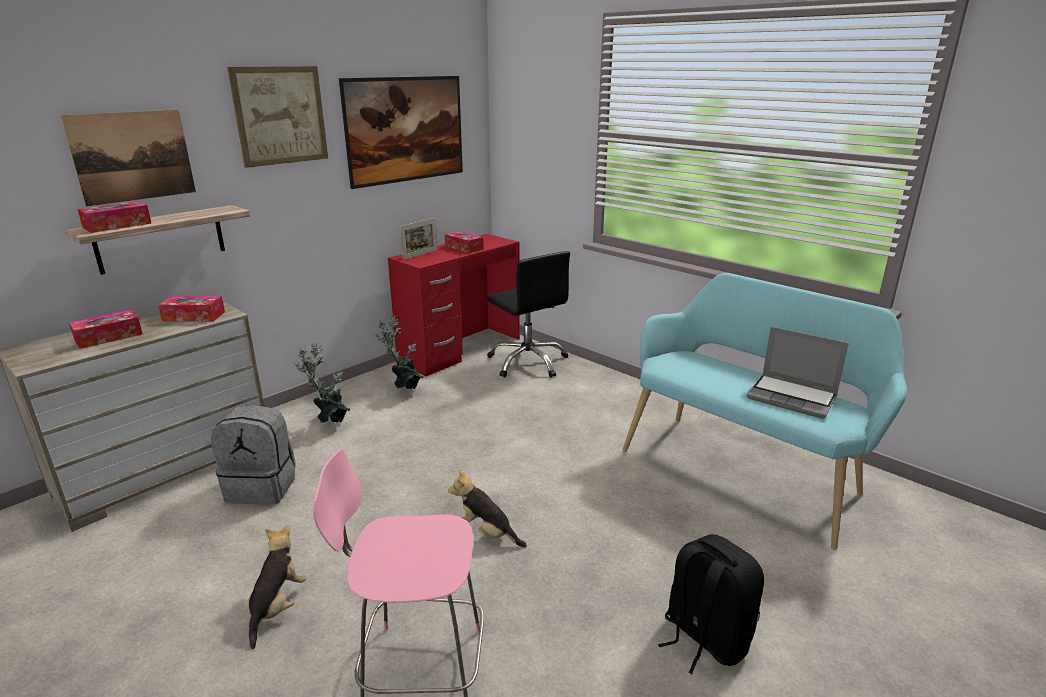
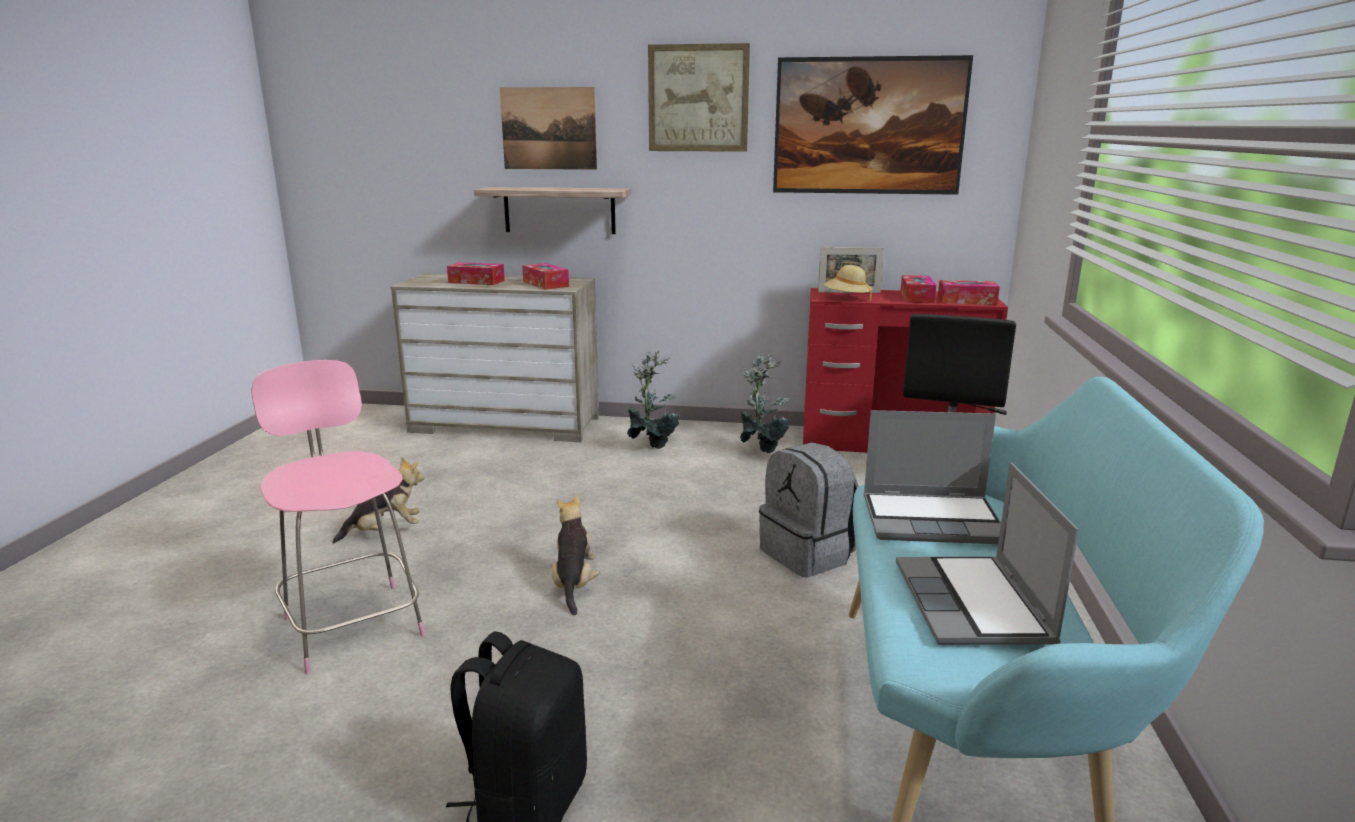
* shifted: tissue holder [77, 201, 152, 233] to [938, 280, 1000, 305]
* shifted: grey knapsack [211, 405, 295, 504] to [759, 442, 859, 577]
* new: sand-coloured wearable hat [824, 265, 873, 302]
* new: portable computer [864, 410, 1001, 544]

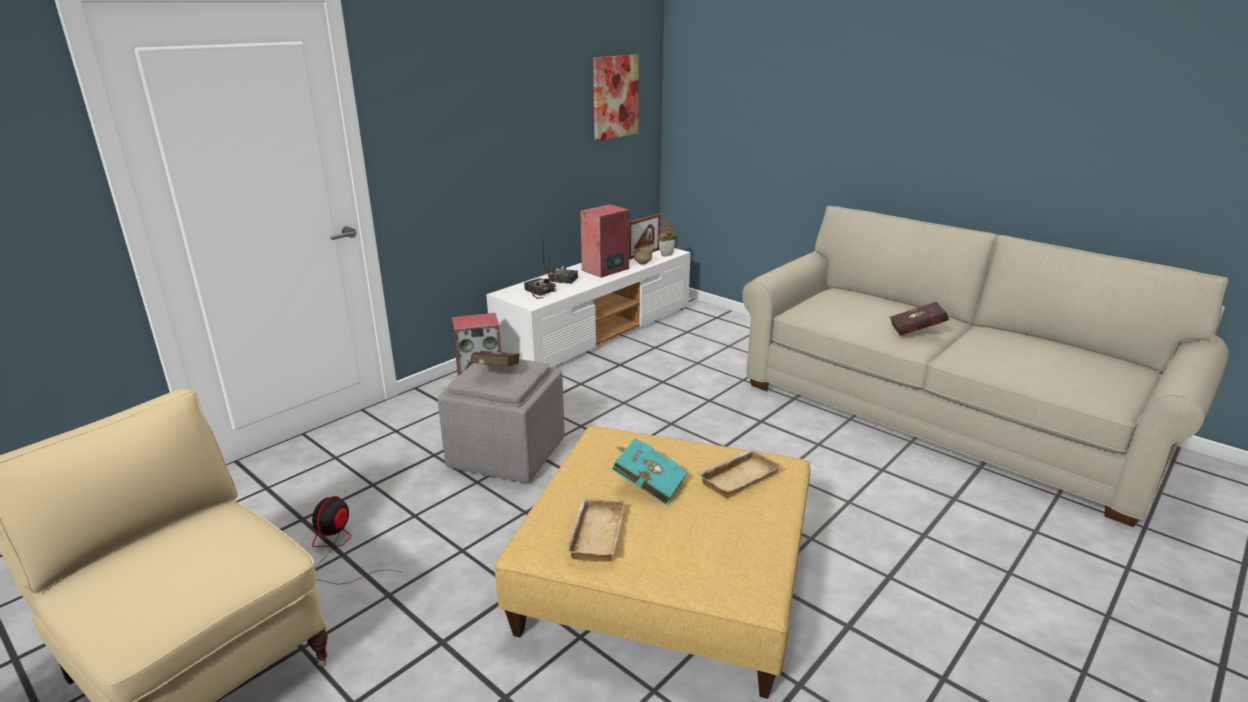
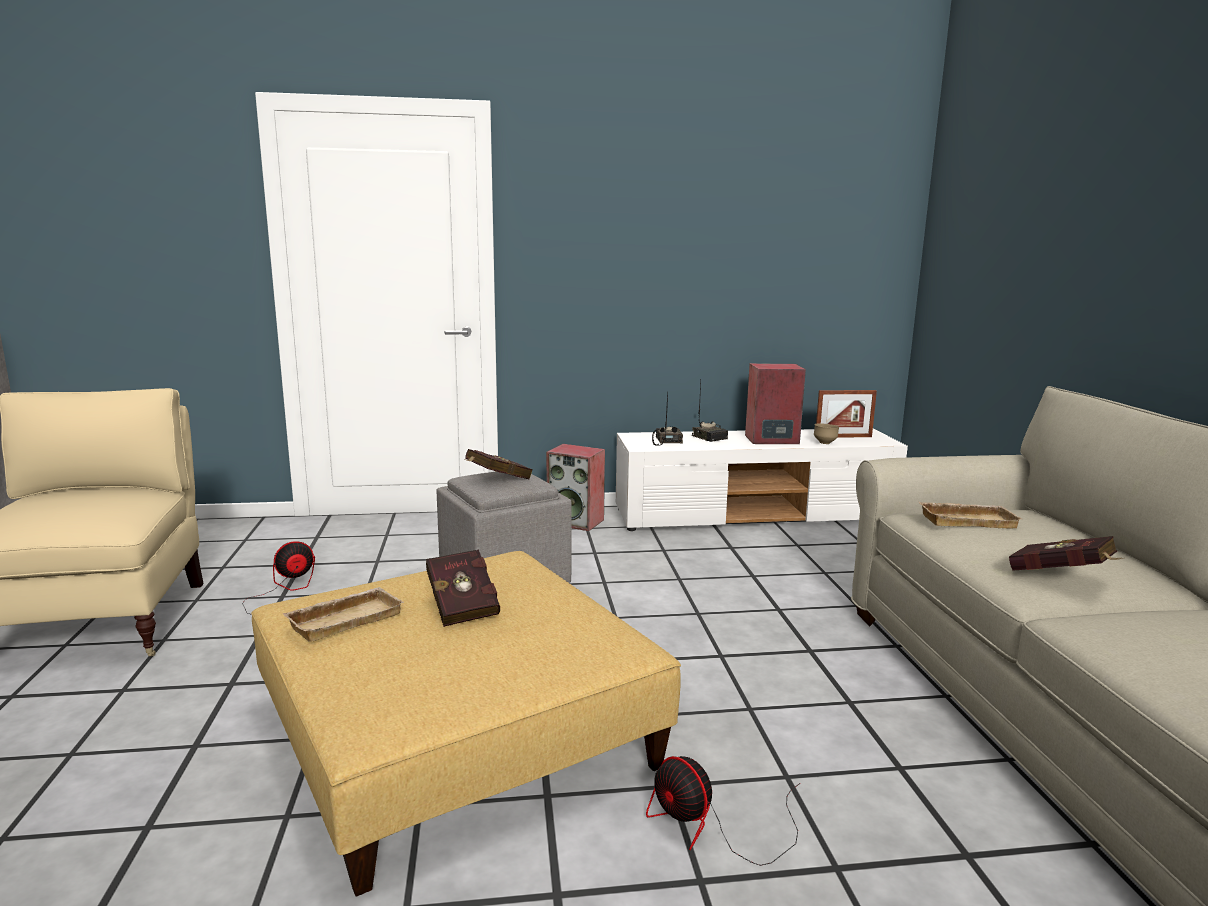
* gone: wall art [593, 54, 639, 141]
* gone: houseplant [658, 219, 677, 256]
* repainted: turquoise volume [612, 438, 688, 505] to reddish volume [426, 549, 500, 627]
* shifted: sand-coloured carrying tray [698, 449, 781, 499] to [919, 502, 1022, 528]
* new: fan [646, 756, 800, 866]

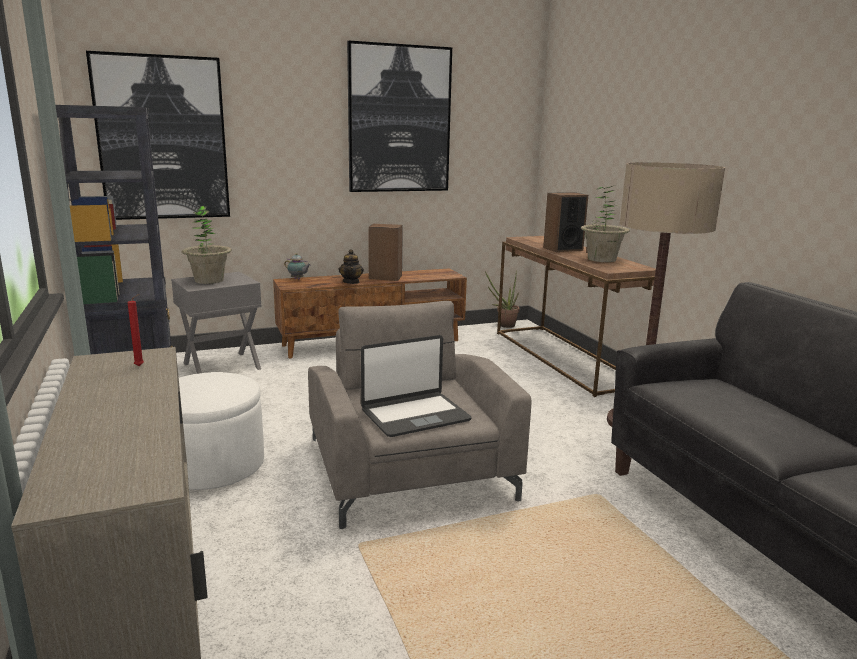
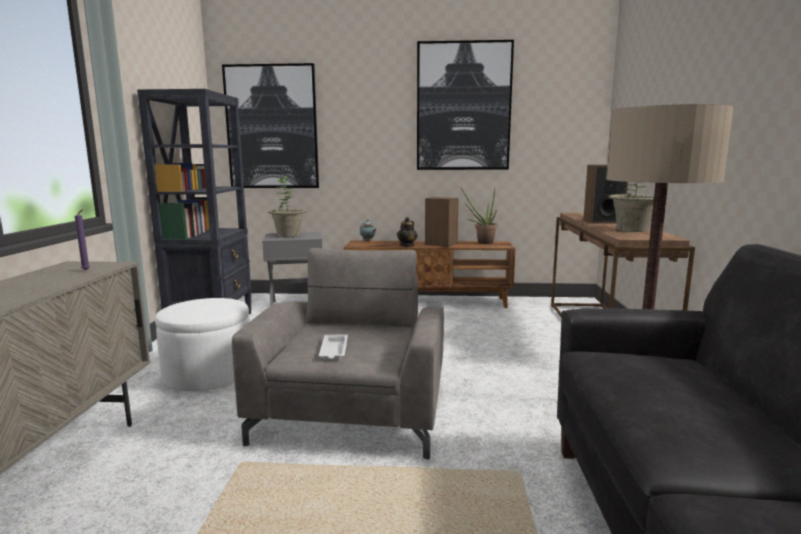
* shifted: houseplant [485, 270, 519, 328] to [460, 186, 497, 244]
* repainted: reddish wax light [128, 294, 144, 366] to purple-coloured wax light [75, 209, 90, 270]
* swapped: portable computer [361, 335, 472, 437] to white-coloured carrying tray [319, 334, 348, 360]

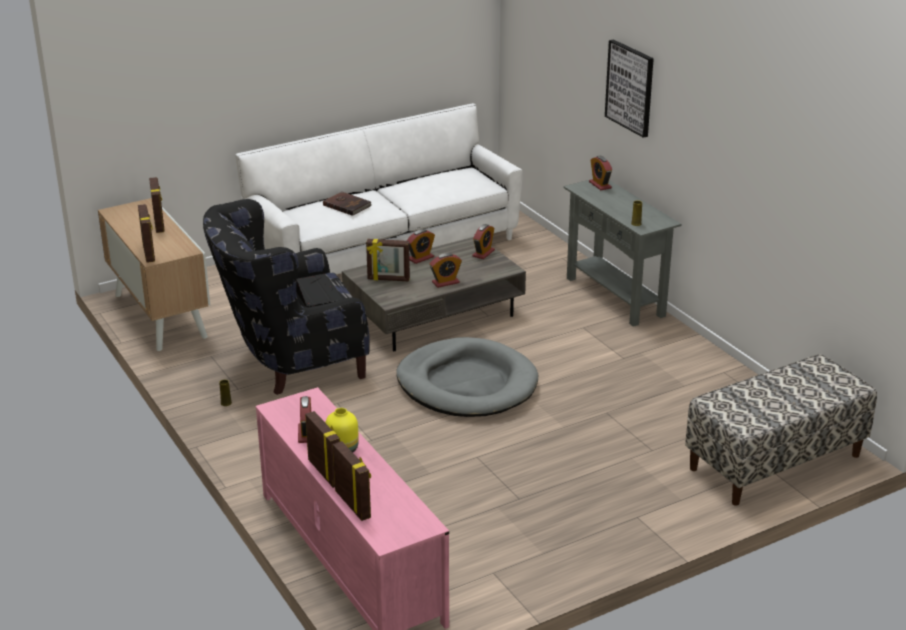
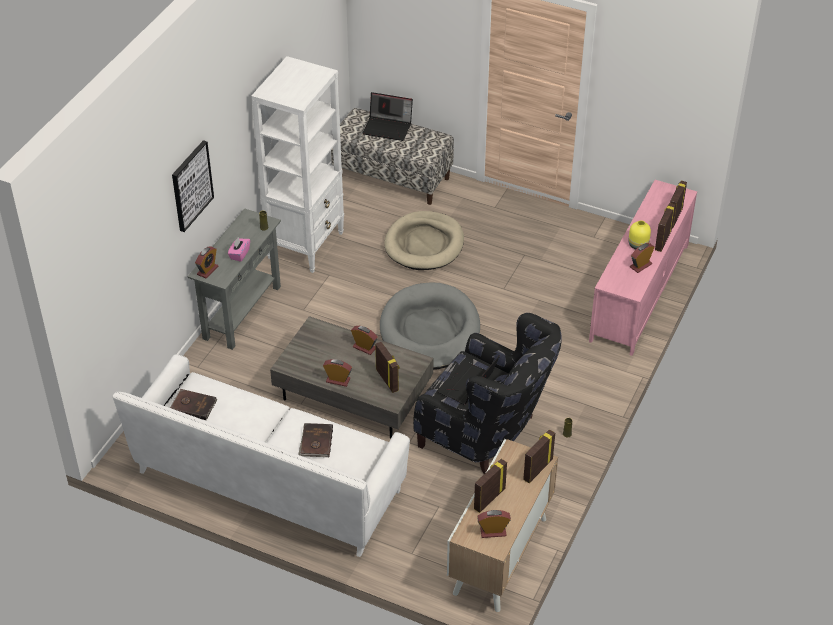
* shifted: alarm clock [472, 224, 495, 259] to [477, 510, 511, 538]
* new: white-coloured bookcase [251, 56, 344, 273]
* new: portable computer [363, 92, 413, 141]
* new: sand-coloured dog bed [384, 211, 464, 270]
* new: pinkish tissue holder [228, 237, 250, 262]
* new: brown-coloured volume [170, 389, 218, 420]

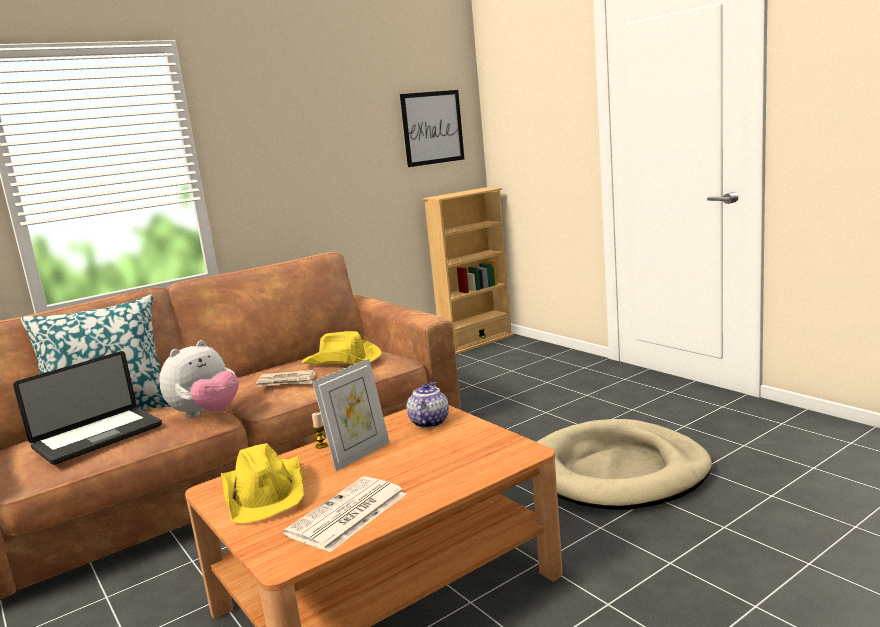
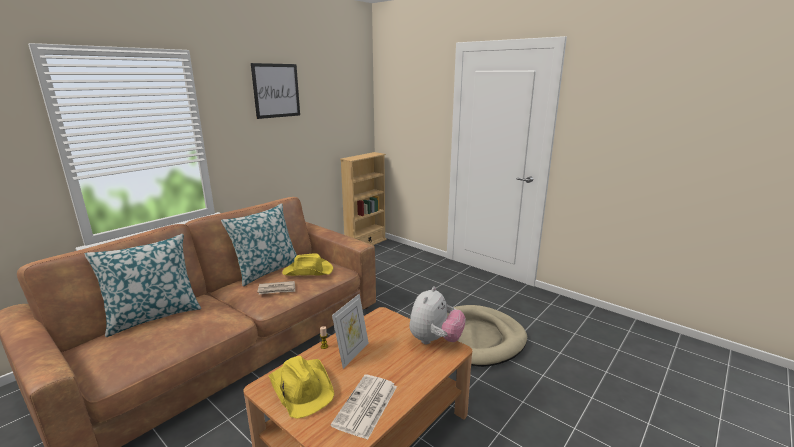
* shifted: wall art [400, 90, 464, 167] to [251, 63, 300, 119]
* shifted: plush toy [159, 340, 239, 418] to [409, 286, 466, 344]
* gone: portable computer [13, 351, 162, 465]
* gone: teapot [407, 382, 449, 428]
* new: pillow [221, 203, 297, 286]

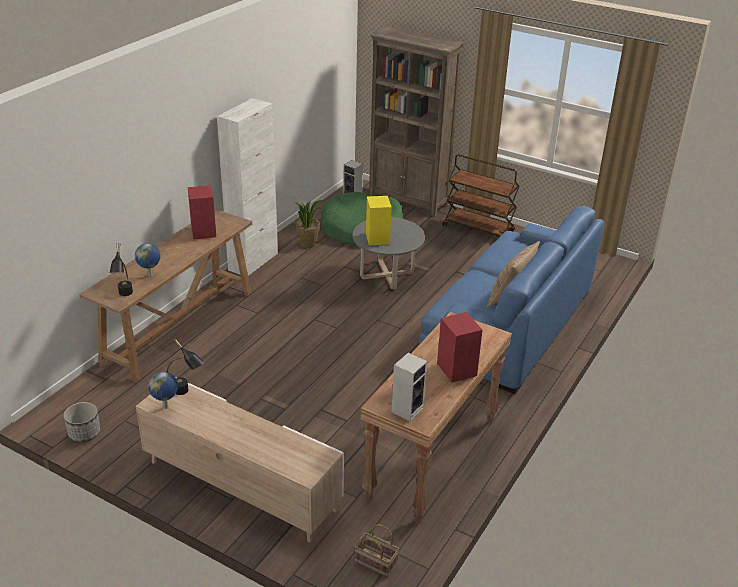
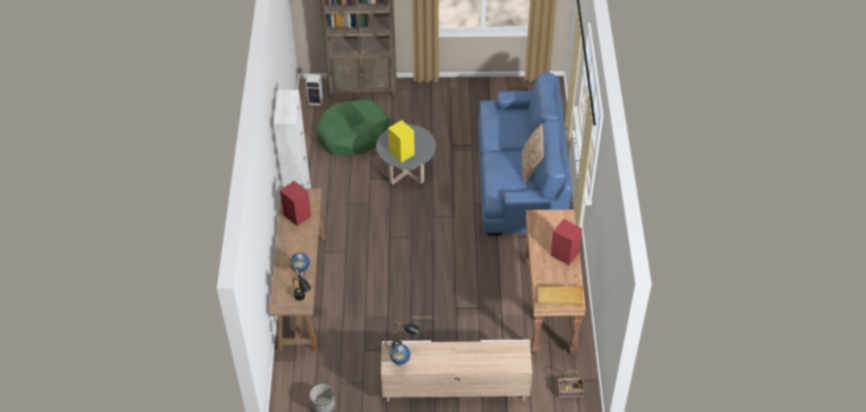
* gone: brown-coloured wheeled cart [442, 154, 520, 239]
* gone: houseplant [294, 200, 322, 248]
* swapped: loudspeaker [392, 352, 428, 422] to sand-coloured carrying tray [538, 285, 583, 306]

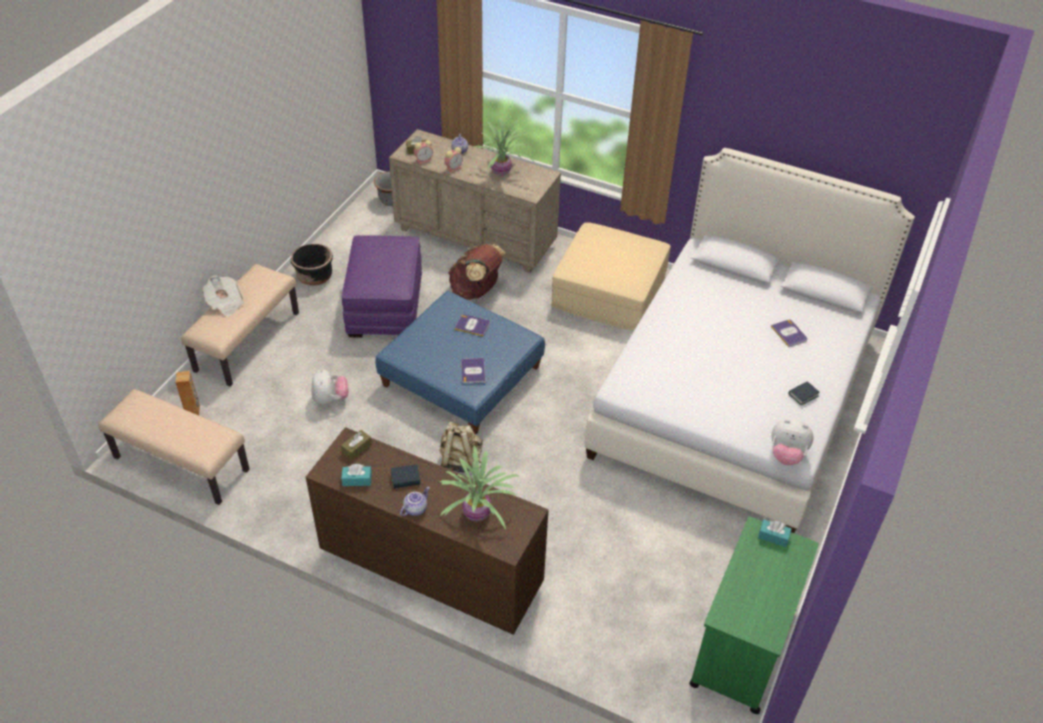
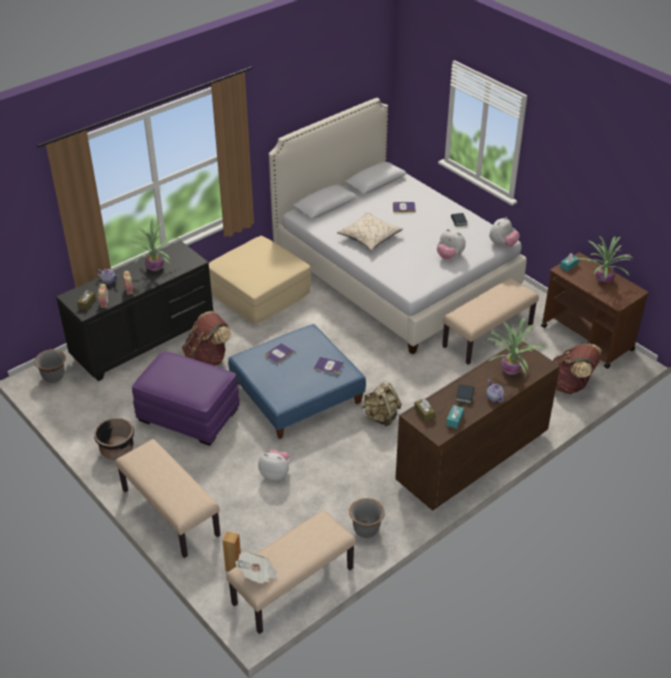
* repainted: sand-coloured chest of drawers [389, 129, 561, 273] to black-coloured chest of drawers [56, 240, 213, 381]
* shifted: newspaper [203, 275, 244, 317] to [235, 551, 279, 584]
* repainted: green wheeled cart [689, 516, 819, 714] to brown-coloured wheeled cart [541, 252, 649, 369]
* new: sand-coloured pillow [337, 212, 403, 250]
* new: plush toy [437, 229, 466, 259]
* new: houseplant [575, 236, 633, 284]
* new: sand-coloured bench [442, 278, 539, 365]
* new: brown-coloured knapsack [553, 343, 602, 394]
* new: grey plant pot [349, 498, 385, 538]

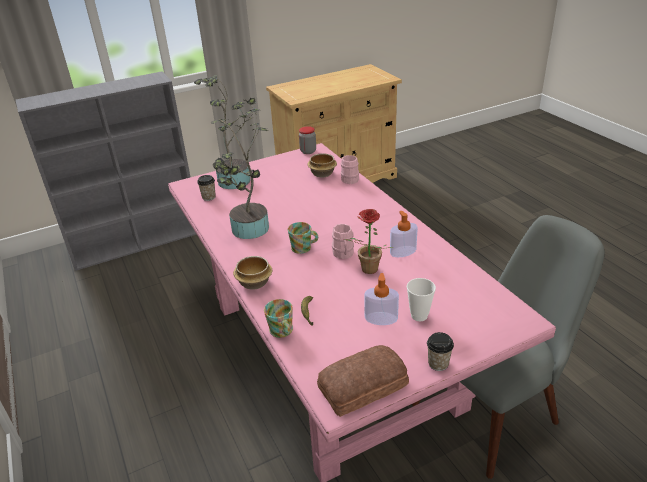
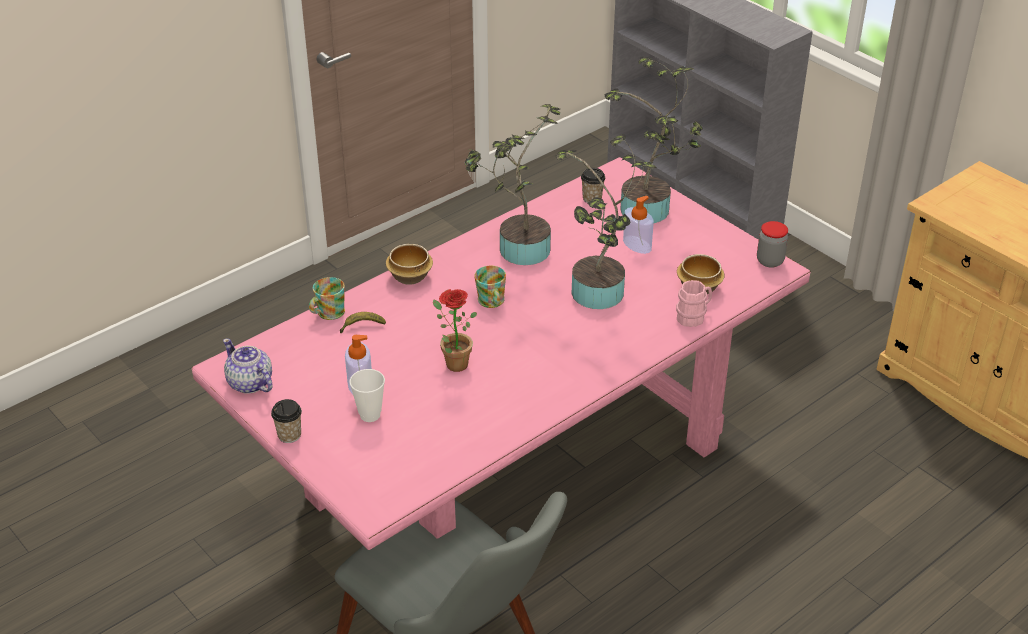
* shifted: soap dispenser [390, 211, 418, 257] to [623, 196, 654, 254]
* gone: pinkish tea mug [332, 224, 354, 259]
* swapped: bread [317, 345, 409, 417] to teapot [223, 339, 273, 394]
* new: houseplant [555, 134, 656, 309]

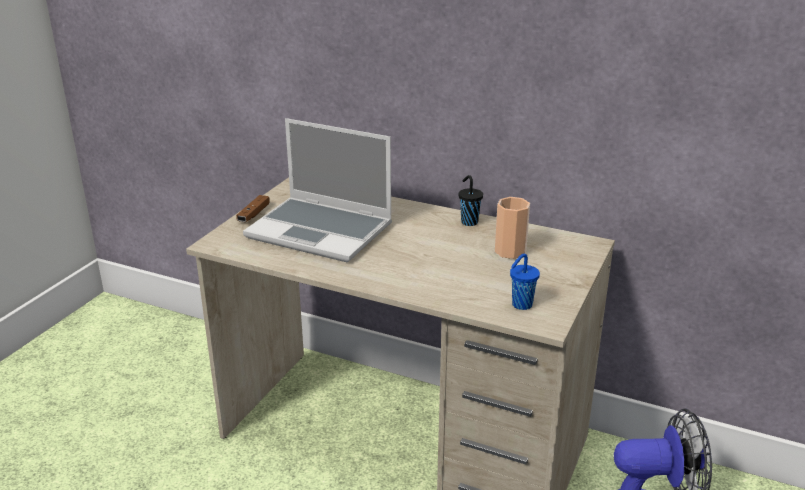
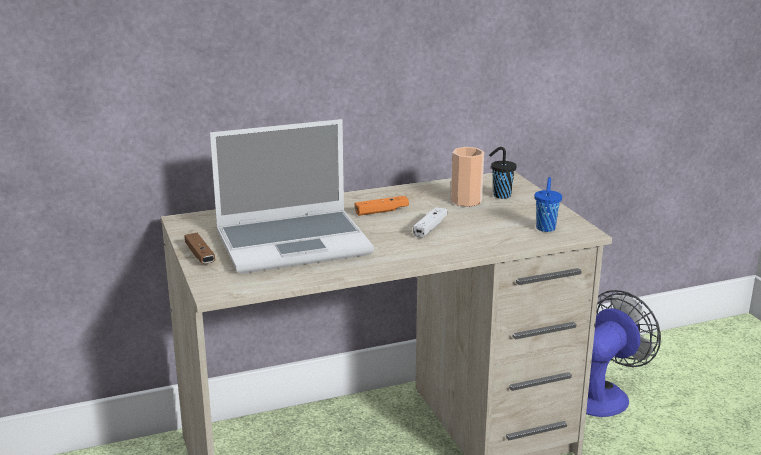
* shifted: black-coloured drinking cup [459, 175, 483, 226] to [489, 147, 517, 199]
* new: orange gamepad [355, 196, 409, 216]
* new: white-coloured gamepad [413, 207, 447, 238]

